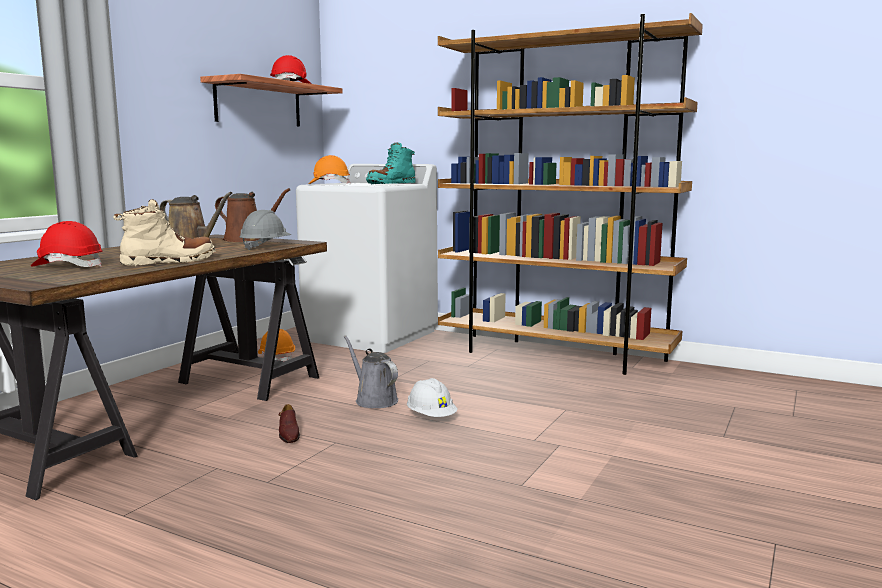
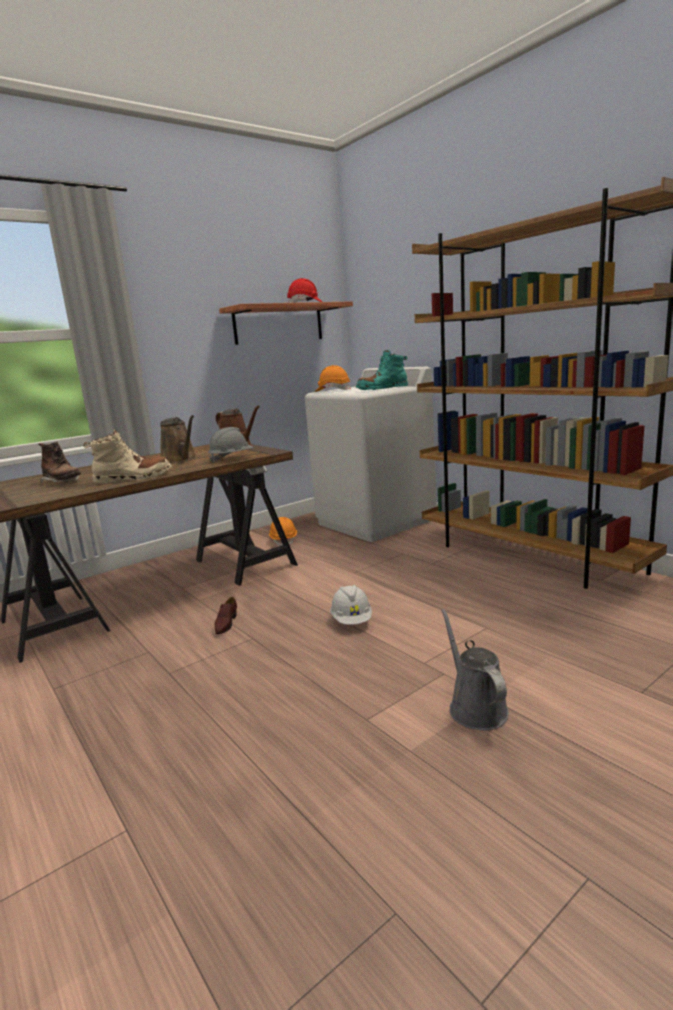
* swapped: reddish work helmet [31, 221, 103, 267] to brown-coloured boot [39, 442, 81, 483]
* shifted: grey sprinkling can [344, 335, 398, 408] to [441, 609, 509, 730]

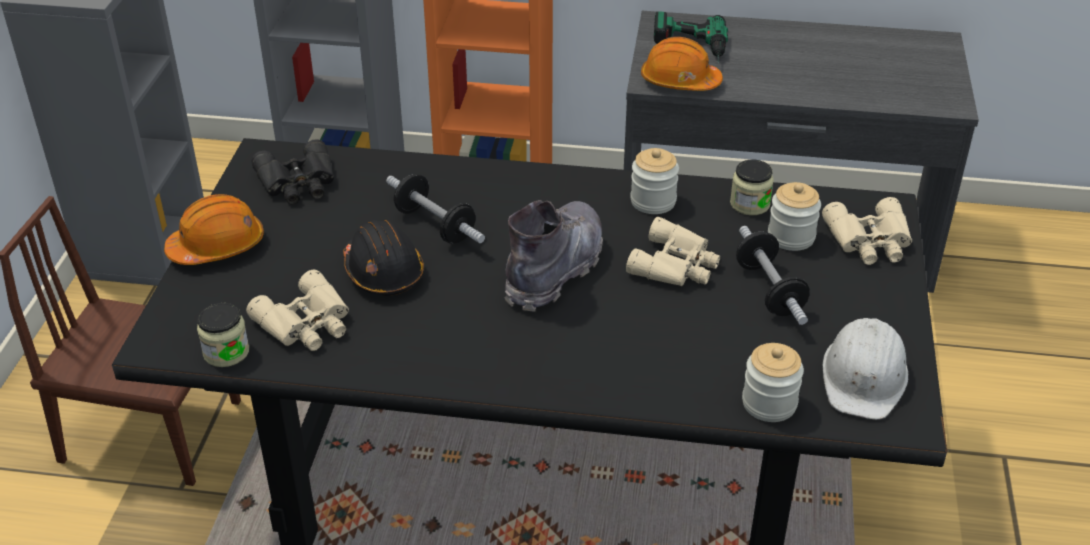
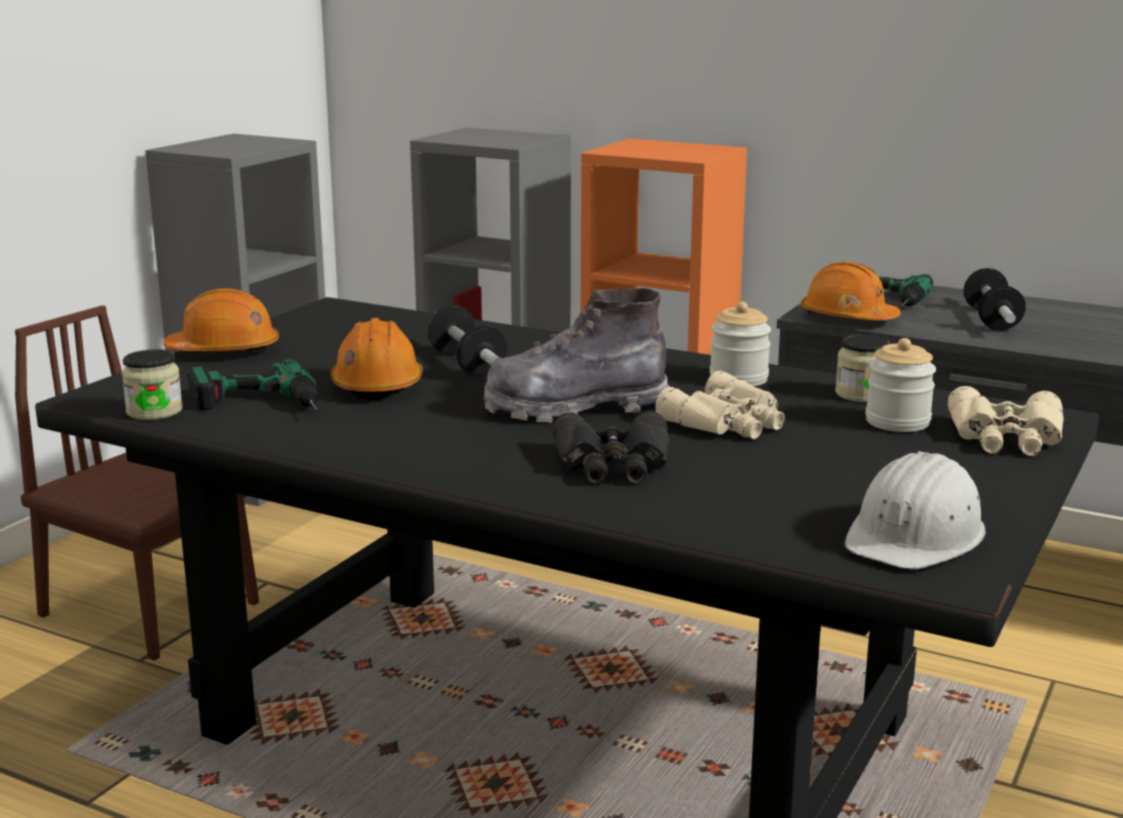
* shifted: black-coloured field glasses [251, 139, 334, 205] to [552, 411, 669, 485]
* rotated: grey boot [505, 200, 603, 312] = [484, 288, 670, 423] 150 degrees counterclockwise
* repainted: black-coloured work helmet [343, 220, 424, 296] to orange work helmet [331, 318, 423, 401]
* shifted: dumbbell [736, 226, 809, 325] to [963, 268, 1026, 331]
* swapped: sand-coloured field glasses [246, 270, 349, 351] to electric drill [187, 359, 319, 410]
* gone: storage jar [742, 343, 804, 422]

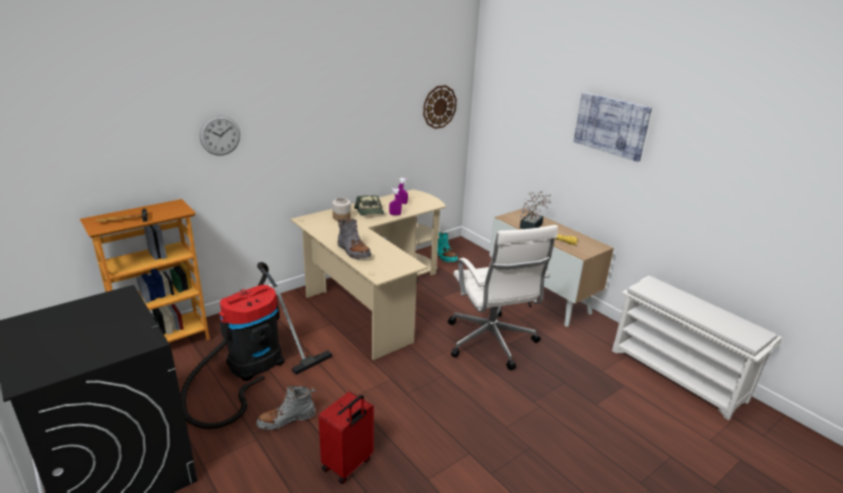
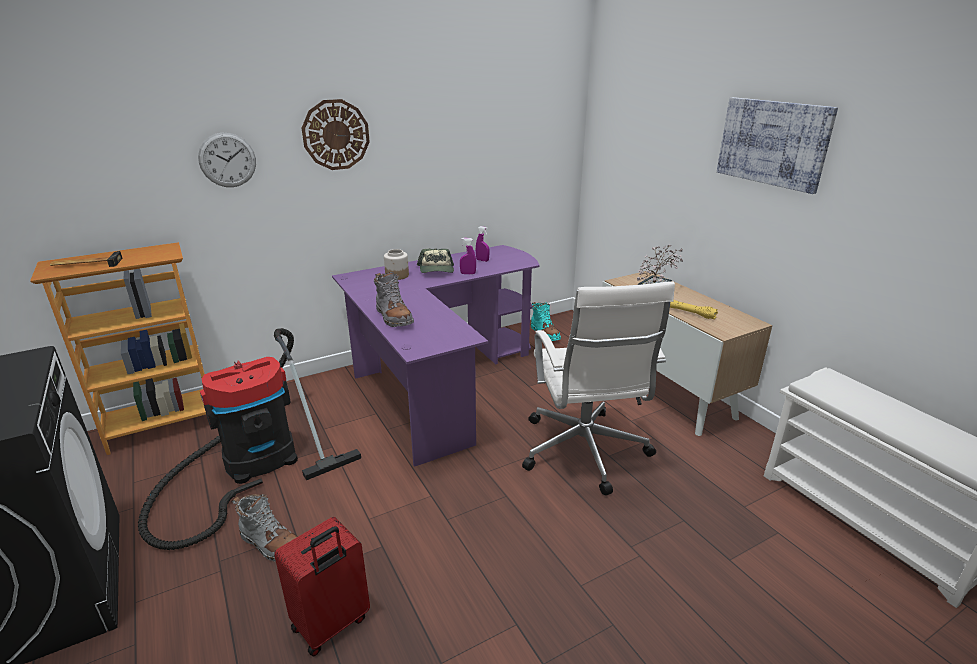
* shifted: hanging clock [423, 85, 457, 129] to [302, 99, 370, 170]
* repainted: sand-coloured desk table [290, 189, 446, 360] to purple-coloured desk table [332, 245, 540, 467]
* rotated: grey boot [256, 384, 316, 430] = [232, 494, 298, 561] 135 degrees counterclockwise

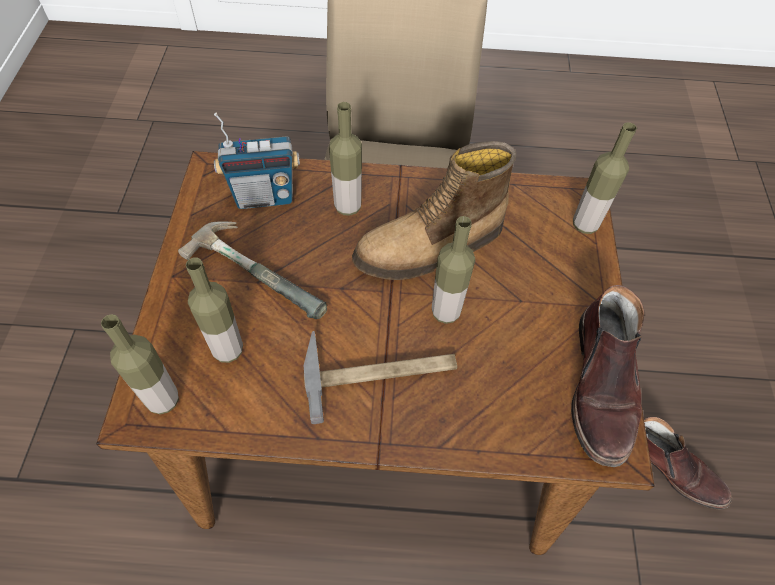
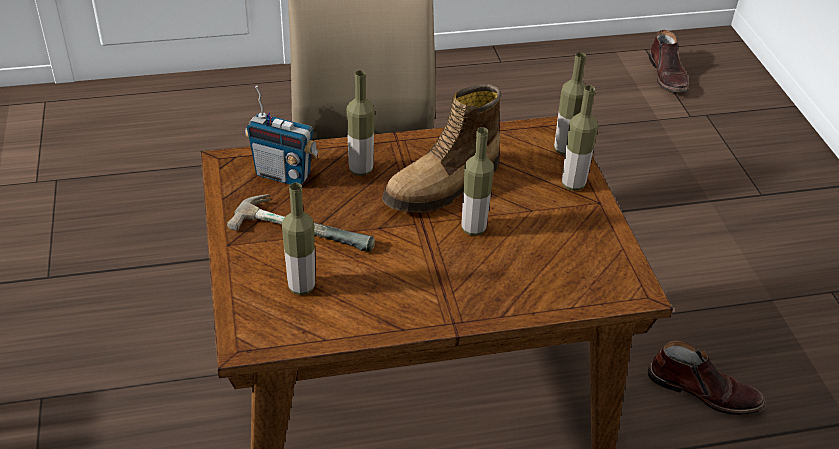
* rotated: radio set [214, 113, 300, 209] = [245, 86, 319, 185] 45 degrees clockwise
* shifted: brown-coloured boot [571, 285, 644, 467] to [649, 30, 688, 92]
* shifted: beverage bottle [101, 314, 179, 414] to [562, 85, 598, 191]
* gone: hand hammer [304, 331, 457, 424]

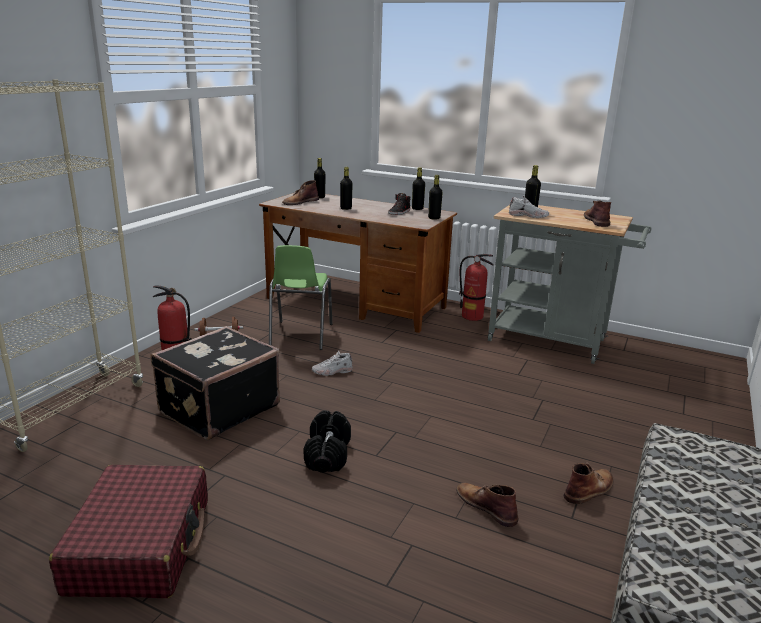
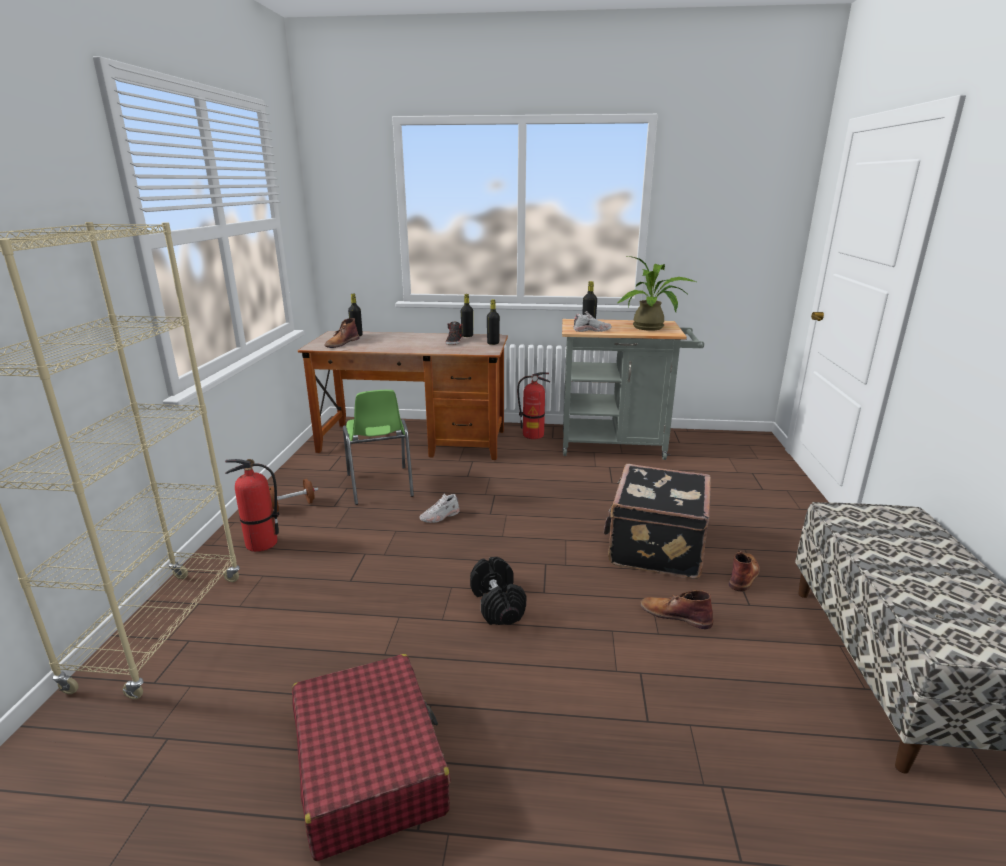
* gone: black-coloured beverage bottle [340, 167, 353, 210]
* swapped: brown-coloured boot [584, 200, 611, 227] to houseplant [618, 256, 696, 331]
* shifted: black-coloured piece of luggage [151, 326, 280, 440] to [604, 464, 711, 579]

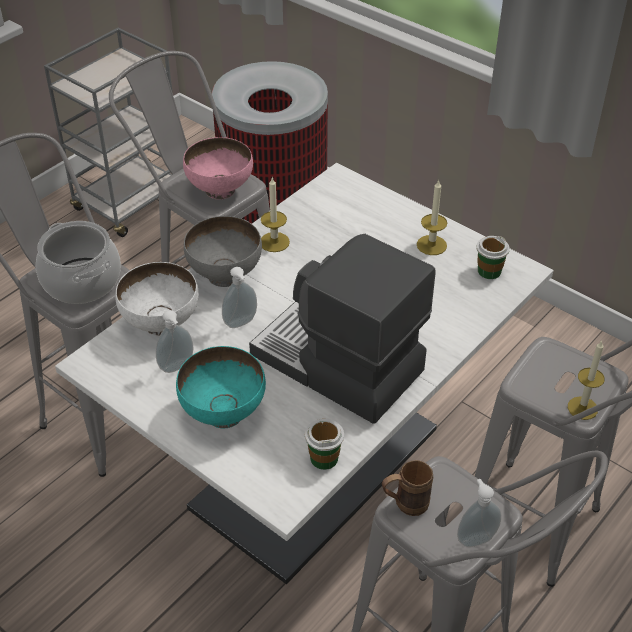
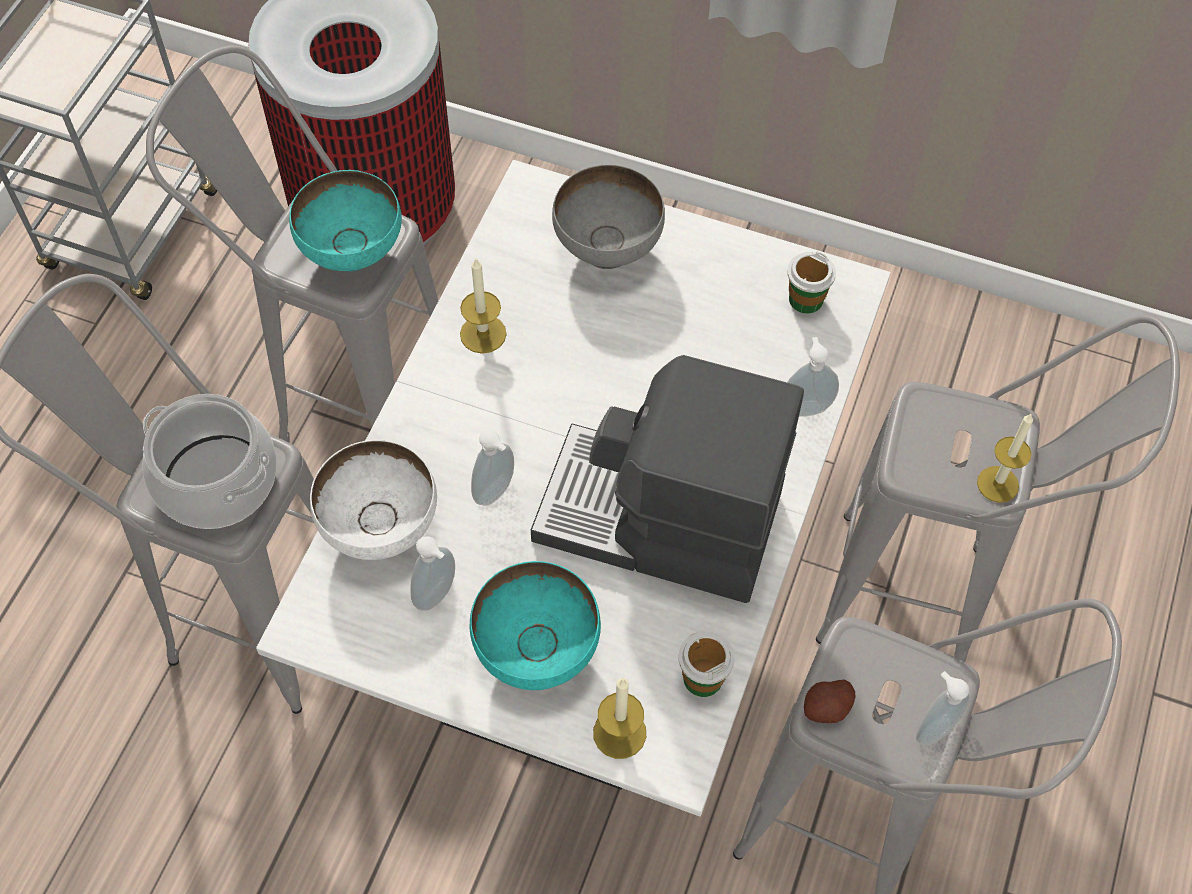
* repainted: pinkish bowl [183, 137, 253, 200] to turquoise bowl [289, 170, 402, 271]
* shifted: wax light [417, 180, 447, 255] to [593, 678, 646, 759]
* shifted: grey bowl [184, 216, 262, 287] to [552, 165, 665, 269]
* swapped: brown-coloured tea mug [382, 460, 433, 516] to spud [804, 680, 856, 723]
* new: soap dispenser [787, 337, 839, 417]

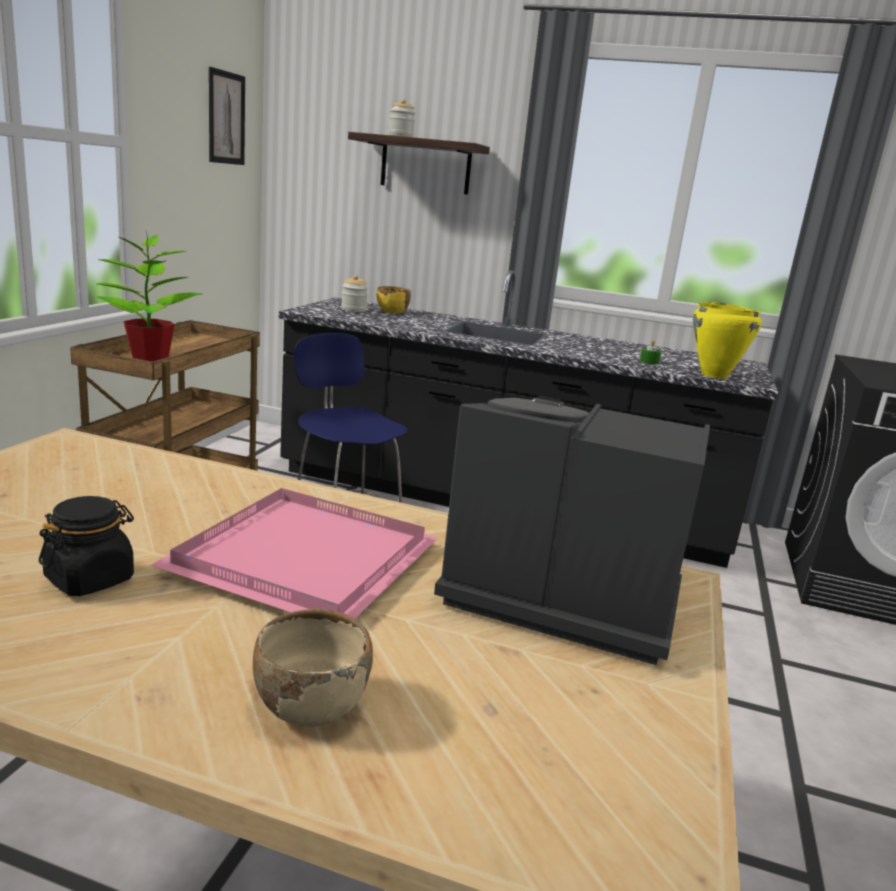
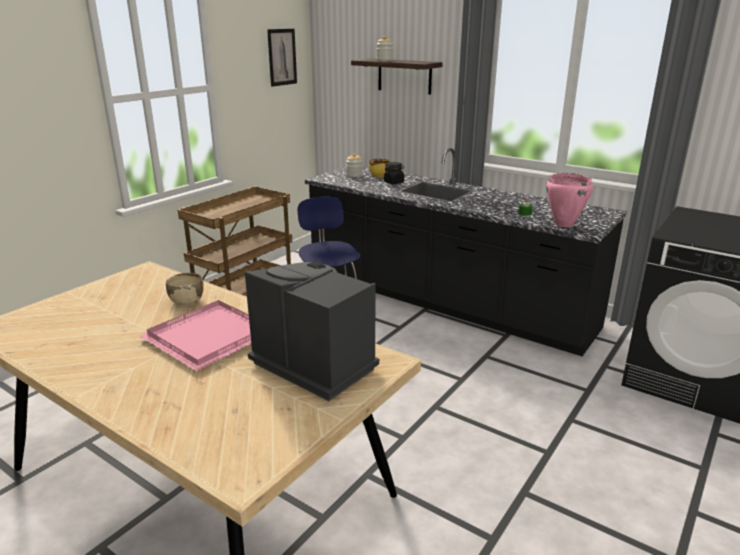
* gone: houseplant [97, 230, 202, 362]
* repainted: yellow cooking pot [693, 302, 762, 379] to pinkish cooking pot [546, 173, 593, 227]
* shifted: black-coloured storage jar [39, 496, 134, 596] to [384, 162, 404, 184]
* shifted: sand-coloured bowl [253, 609, 373, 727] to [166, 273, 204, 306]

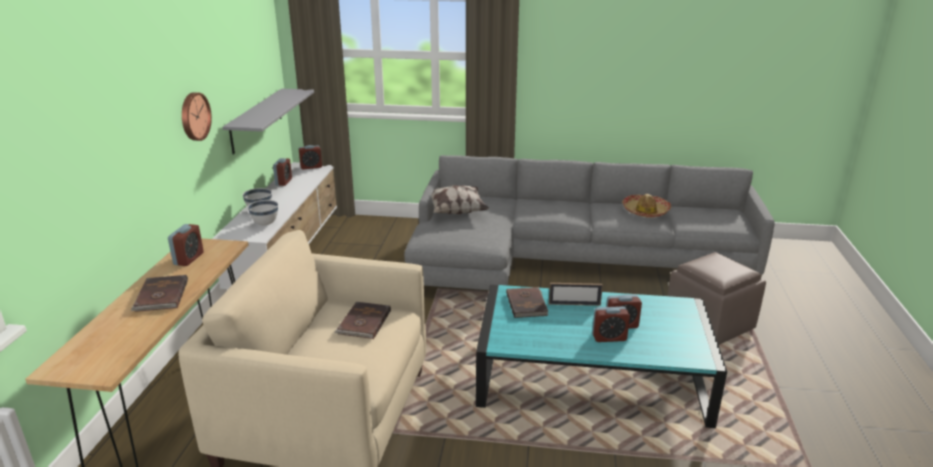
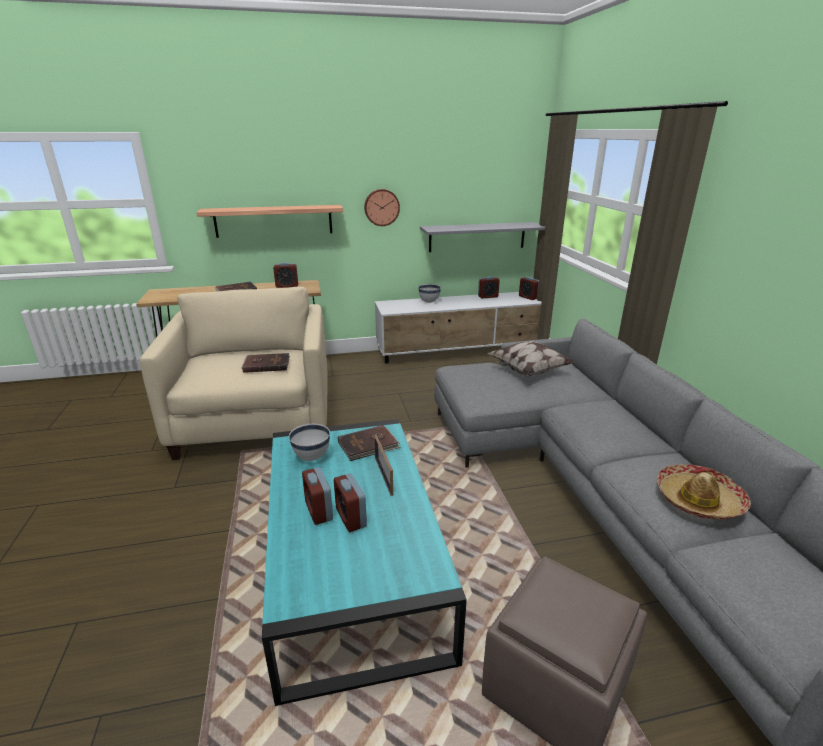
* shifted: white-coloured bowl [248, 200, 278, 225] to [289, 424, 330, 461]
* new: bracket shelf [196, 205, 343, 238]

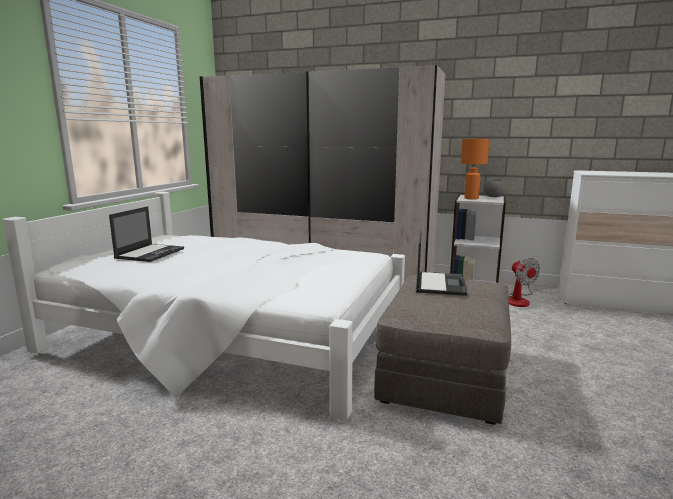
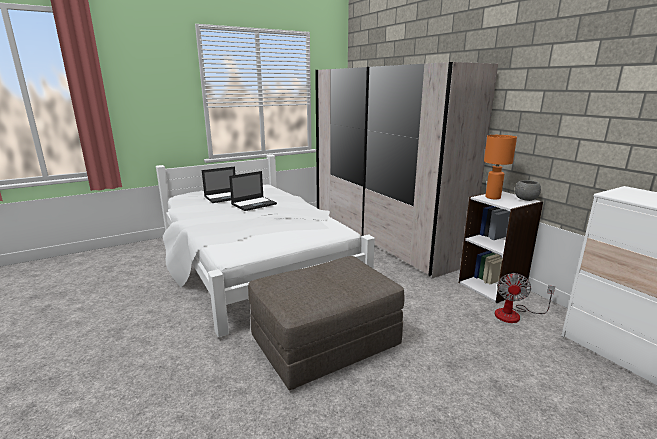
* shifted: portable computer [416, 230, 467, 296] to [229, 171, 277, 211]

